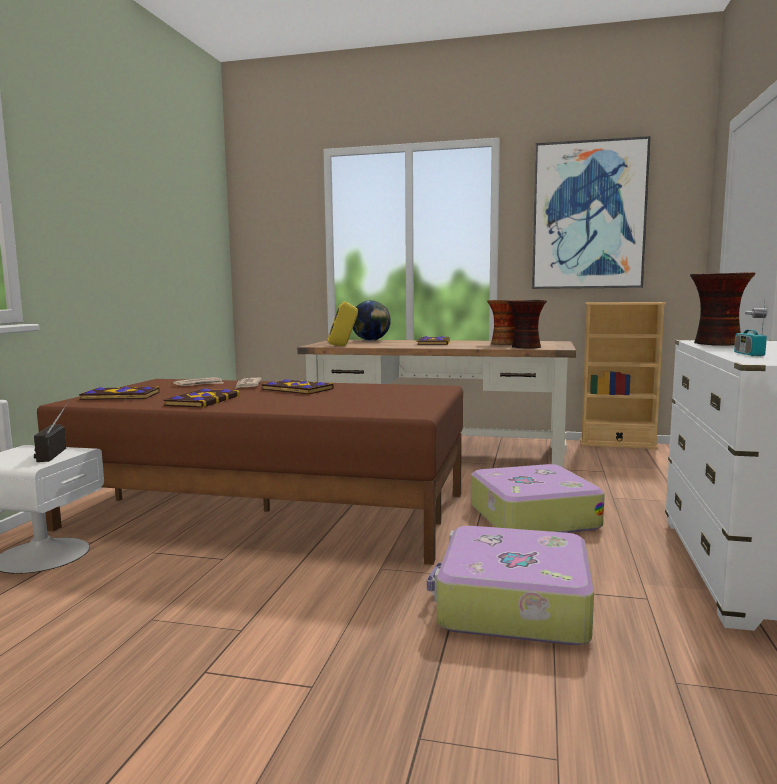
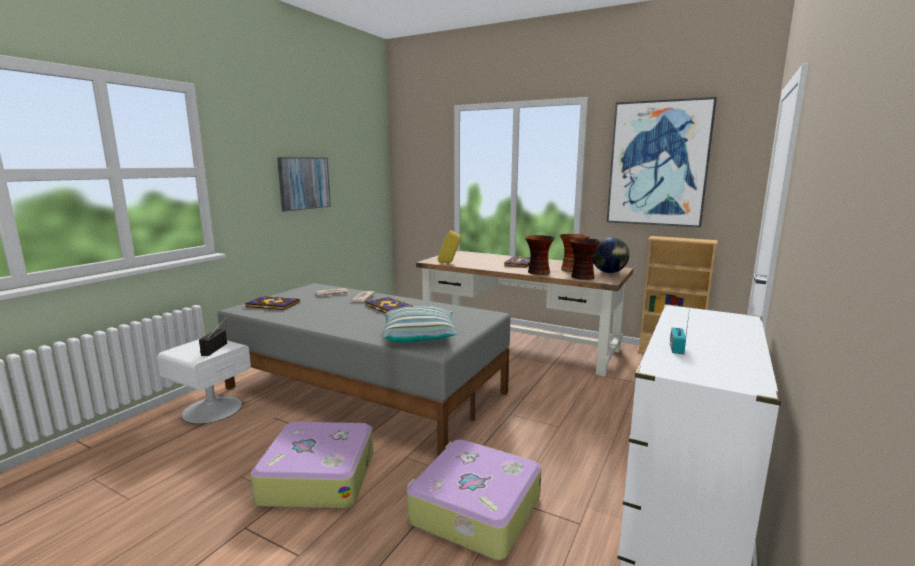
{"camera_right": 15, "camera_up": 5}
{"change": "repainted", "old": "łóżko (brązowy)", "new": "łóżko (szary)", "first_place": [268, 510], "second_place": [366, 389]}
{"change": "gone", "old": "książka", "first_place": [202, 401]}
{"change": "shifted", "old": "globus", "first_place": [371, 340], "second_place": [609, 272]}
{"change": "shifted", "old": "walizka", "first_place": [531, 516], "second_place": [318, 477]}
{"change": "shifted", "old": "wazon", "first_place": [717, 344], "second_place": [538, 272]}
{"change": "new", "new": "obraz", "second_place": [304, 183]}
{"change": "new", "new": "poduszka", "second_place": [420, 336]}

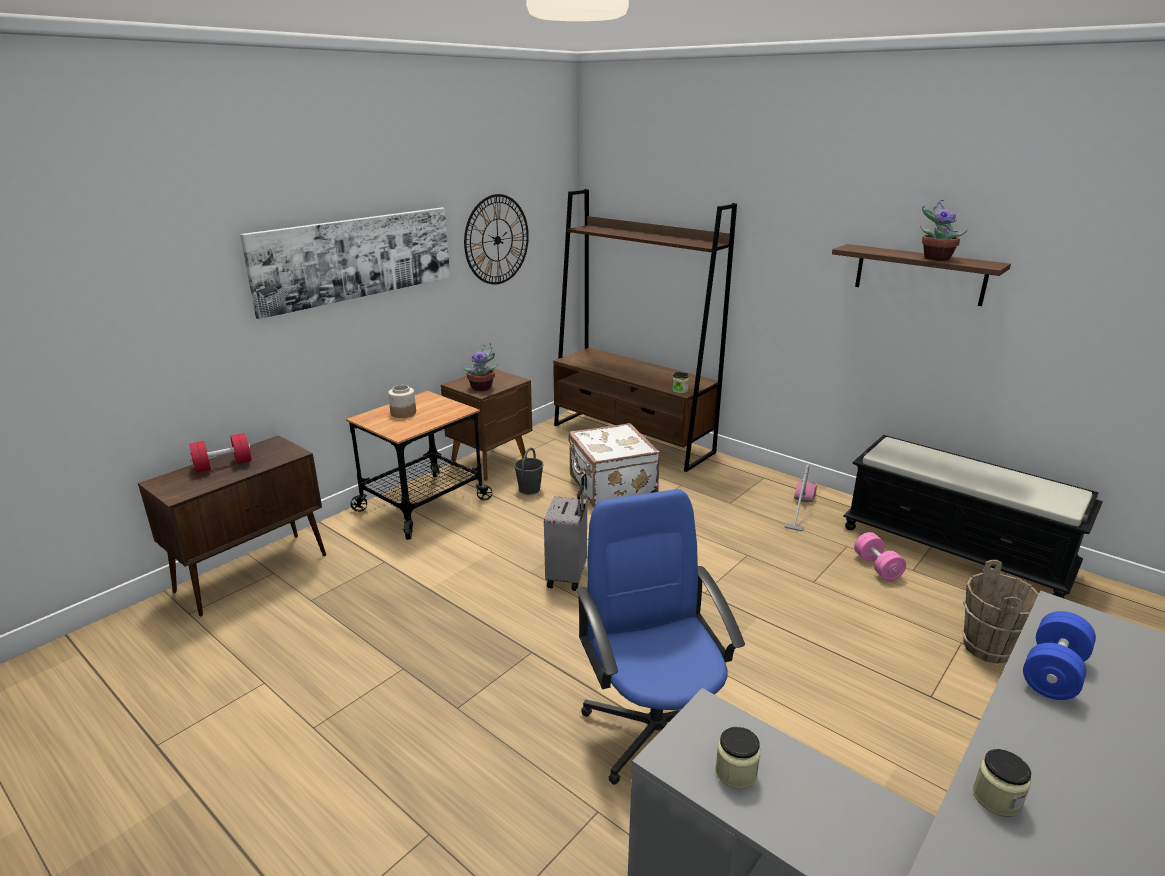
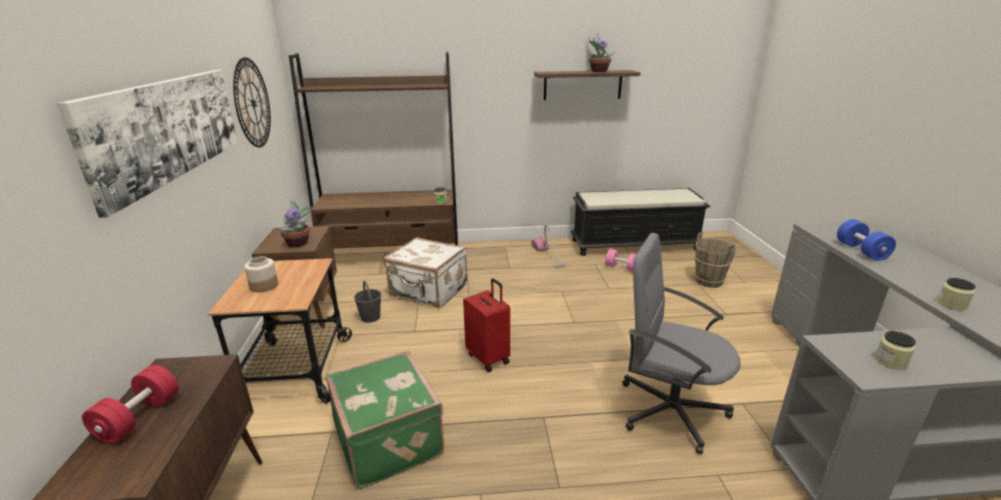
{"camera_right": -45, "camera_up": 0}
{"change": "repainted", "old": "walizka (szary)", "new": "walizka (czerwony)", "first_place": [568, 576], "second_place": [489, 358]}
{"change": "repainted", "old": "krzesło biurowe (niebieski)", "new": "krzesło biurowe (szary)", "first_place": [655, 730], "second_place": [669, 409]}
{"change": "new", "new": "walizka (zielony)", "second_place": [390, 439]}

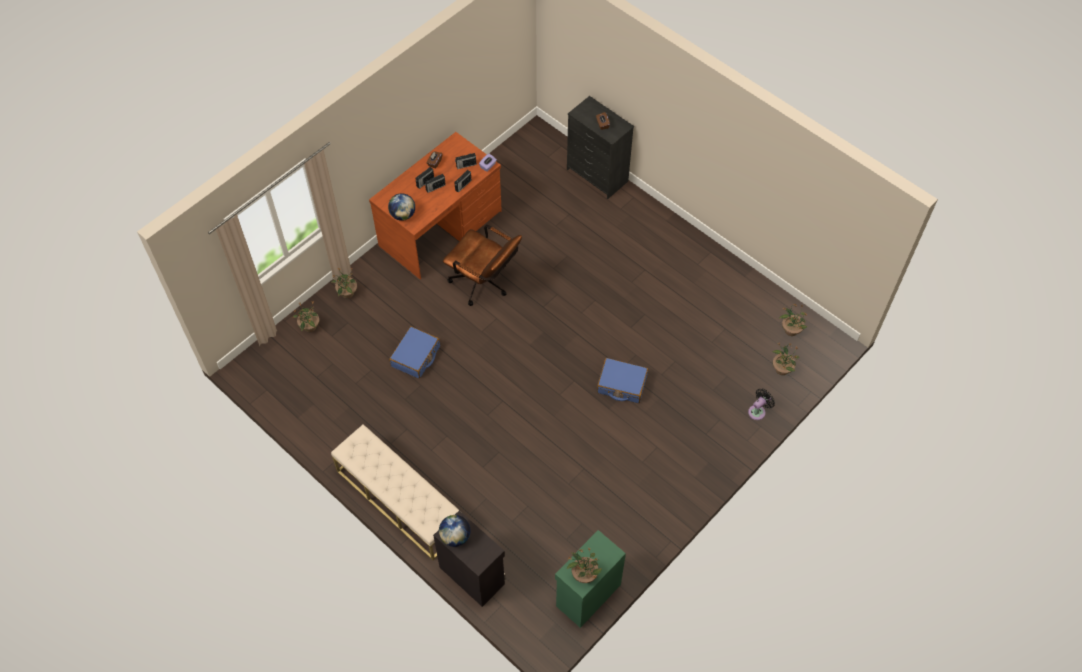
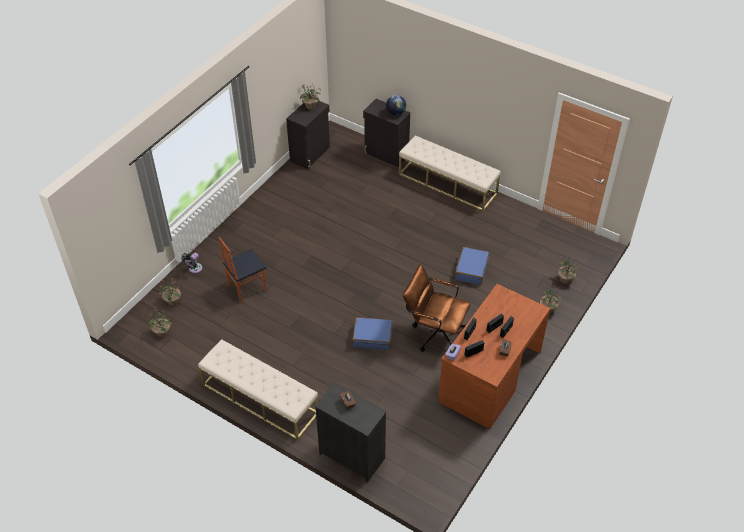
{"camera_right": 170, "camera_up": -10}
{"change": "gone", "old": "globus", "first_place": [403, 215]}
{"change": "repainted", "old": "szafka (zielony)", "new": "szafka (czarny)", "first_place": [587, 595], "second_place": [310, 154]}
{"change": "shifted", "old": "walizka (niebieski)", "first_place": [621, 384], "second_place": [372, 337]}
{"change": "new", "new": "ławka (beżowy)", "second_place": [260, 399]}
{"change": "new", "new": "krzesło", "second_place": [246, 288]}

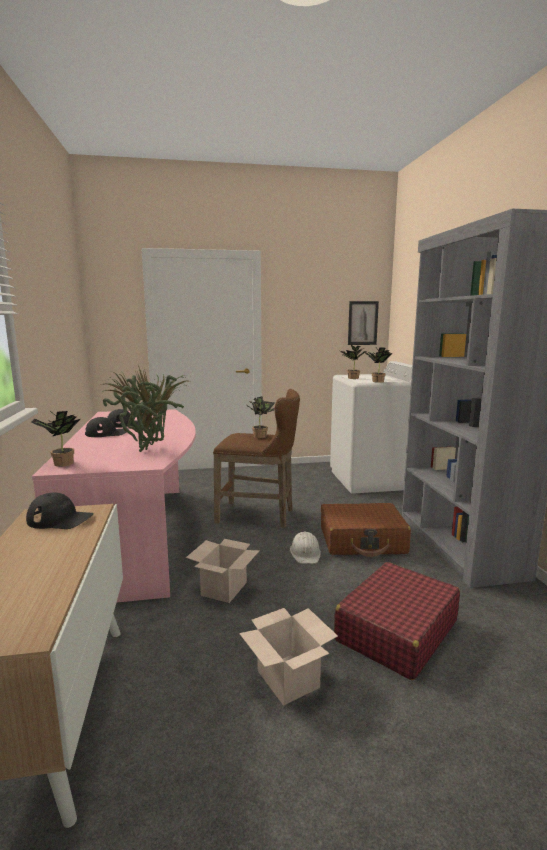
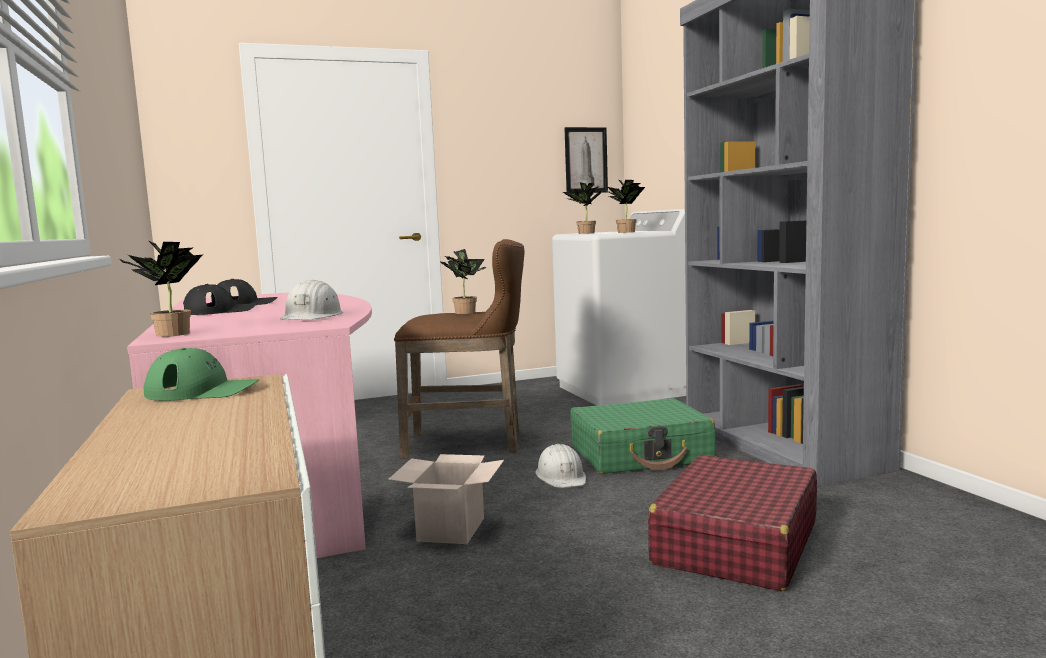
{"camera_right": -10, "camera_up": -5}
{"change": "repainted", "old": "czapka z daszkiem (czarny)", "new": "czapka z daszkiem (zielony)", "first_place": [60, 519], "second_place": [203, 391]}
{"change": "swapped", "old": "roślina doniczkowa", "new": "kask (biały)", "first_place": [151, 450], "second_place": [312, 316]}
{"change": "gone", "old": "karton", "first_place": [289, 679]}
{"change": "repainted", "old": "walizka (brązowy)", "new": "walizka (zielony)", "first_place": [362, 540], "second_place": [641, 455]}

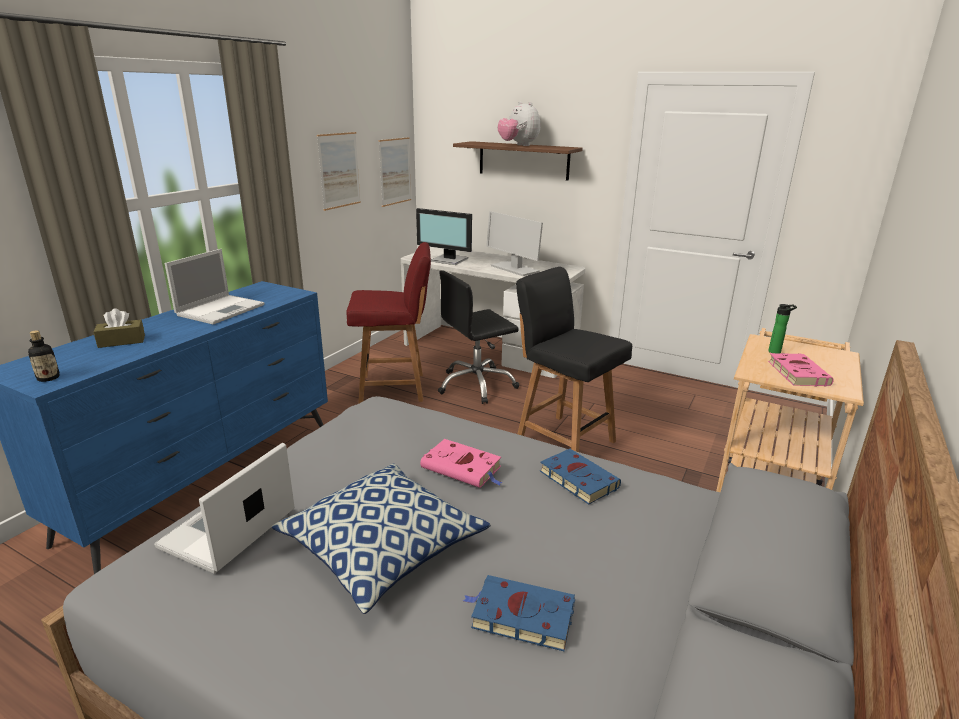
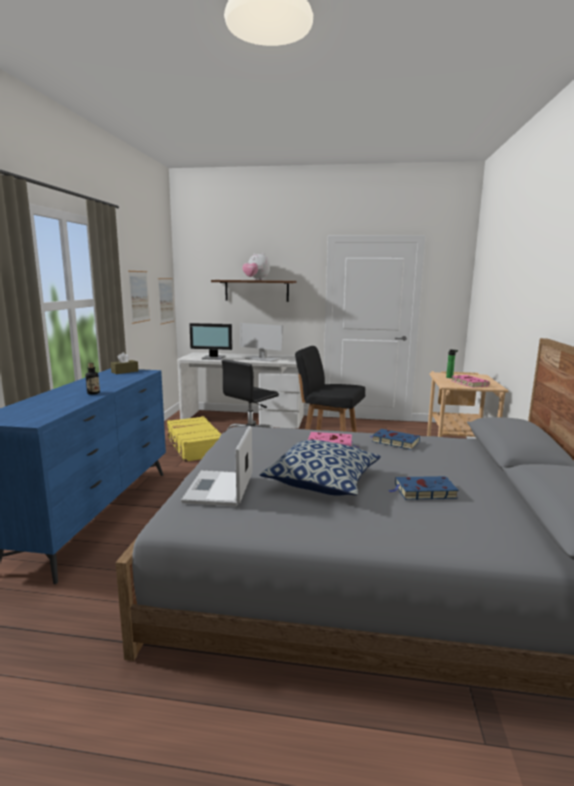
{"camera_right": -20, "camera_up": -10}
{"change": "shifted", "old": "butelka", "first_place": [48, 378], "second_place": [93, 393]}
{"change": "shifted", "old": "pudełko chusteczek (brązowy)", "first_place": [122, 341], "second_place": [125, 371]}
{"change": "gone", "old": "laptop", "first_place": [221, 309]}
{"change": "swapped", "old": "krzesło (czerwony)", "new": "walizka (żółty)", "first_place": [394, 388], "second_place": [194, 446]}

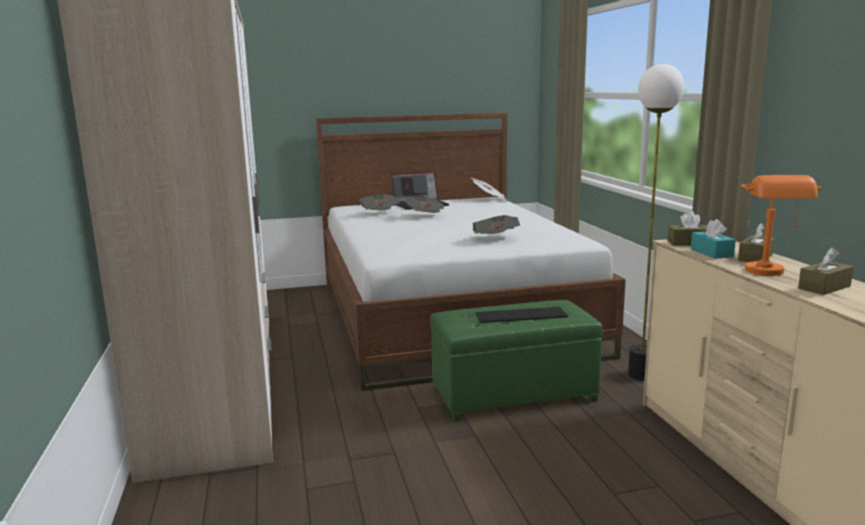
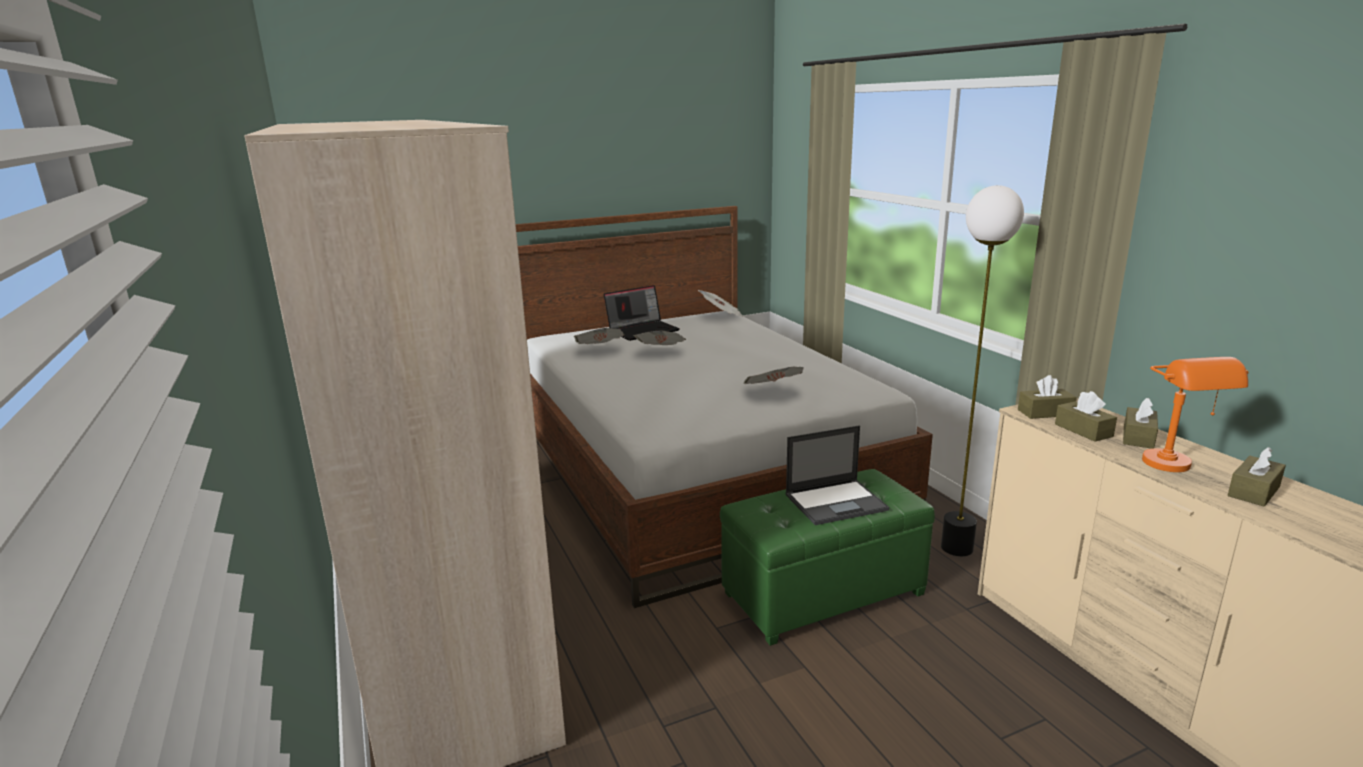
{"camera_right": -10, "camera_up": 5}
{"change": "swapped", "old": "klawiatura", "new": "laptop", "first_place": [521, 315], "second_place": [836, 502]}
{"change": "repainted", "old": "pudełko chusteczek (turkusowy)", "new": "pudełko chusteczek (brązowy)", "first_place": [711, 253], "second_place": [1083, 430]}

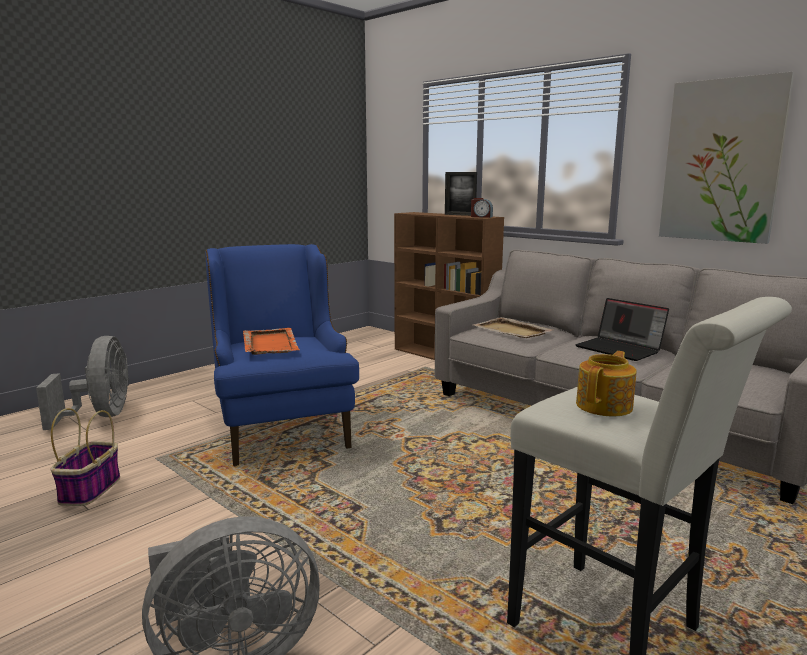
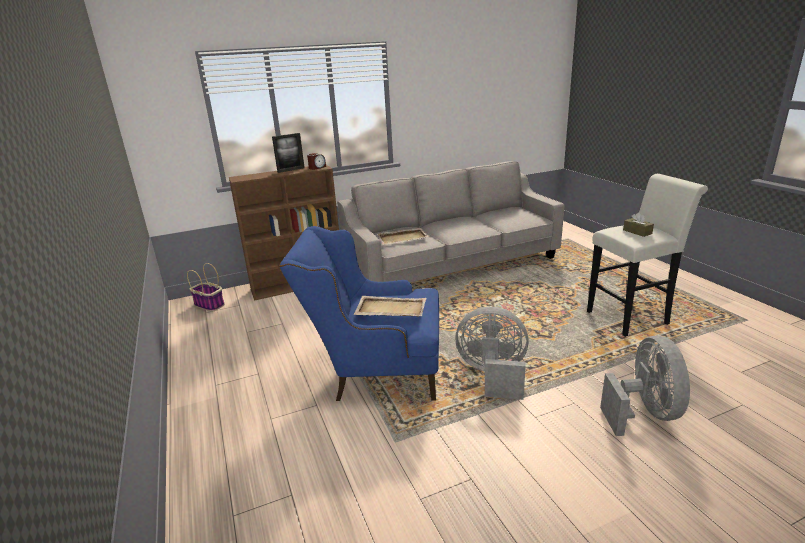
{"camera_right": -65, "camera_up": 10}
{"change": "shifted", "old": "wentylator (szary)", "first_place": [101, 416], "second_place": [492, 375]}
{"change": "shifted", "old": "koszyk", "first_place": [90, 490], "second_place": [210, 305]}
{"change": "repainted", "old": "taca (pomarańczowy)", "new": "taca (beżowy)", "first_place": [270, 343], "second_place": [390, 309]}
{"change": "gone", "old": "laptop", "first_place": [620, 349]}
{"change": "swapped", "old": "imbryk", "new": "pudełko chusteczek (brązowy)", "first_place": [605, 406], "second_place": [637, 232]}
{"change": "gone", "old": "obraz", "first_place": [721, 161]}

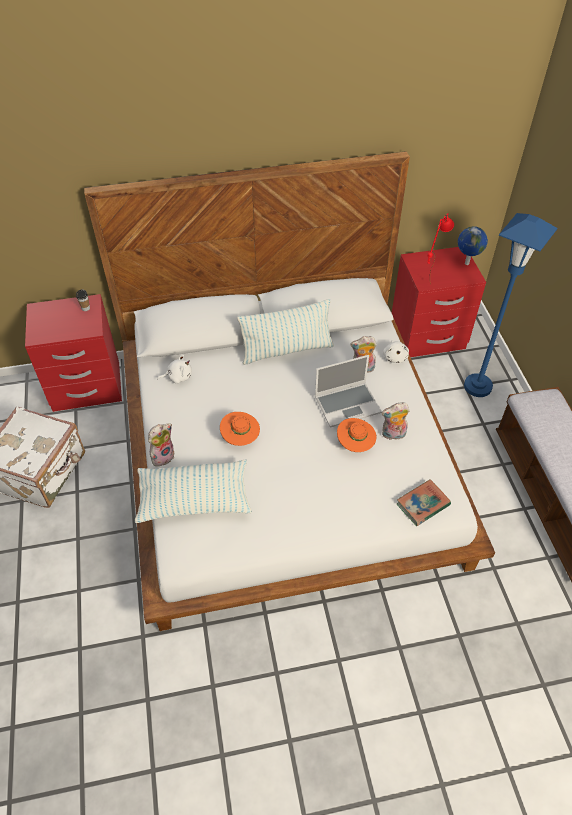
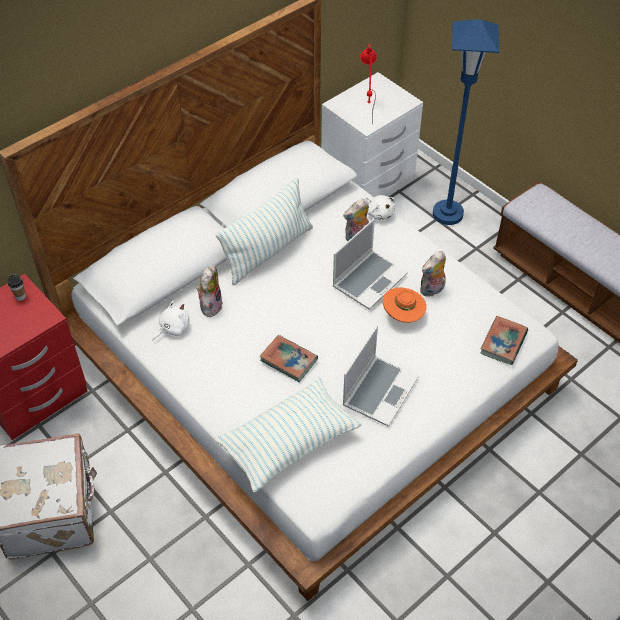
{"camera_right": -30, "camera_up": 0}
{"change": "shifted", "old": "pluszak", "first_place": [162, 456], "second_place": [210, 305]}
{"change": "swapped", "old": "kapelusz (pomarańczowy)", "new": "książka", "first_place": [240, 437], "second_place": [288, 360]}
{"change": "repainted", "old": "szafka nocna (czerwony)", "new": "szafka nocna (biały)", "first_place": [427, 337], "second_place": [368, 183]}
{"change": "gone", "old": "globus", "first_place": [466, 263]}
{"change": "new", "new": "laptop", "second_place": [379, 390]}

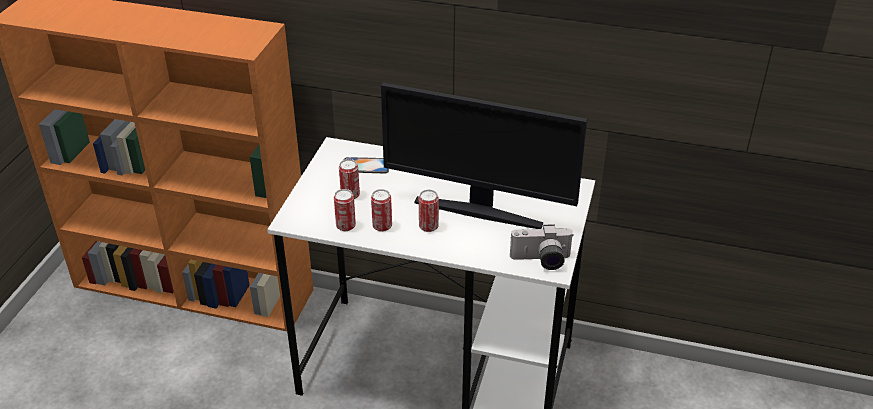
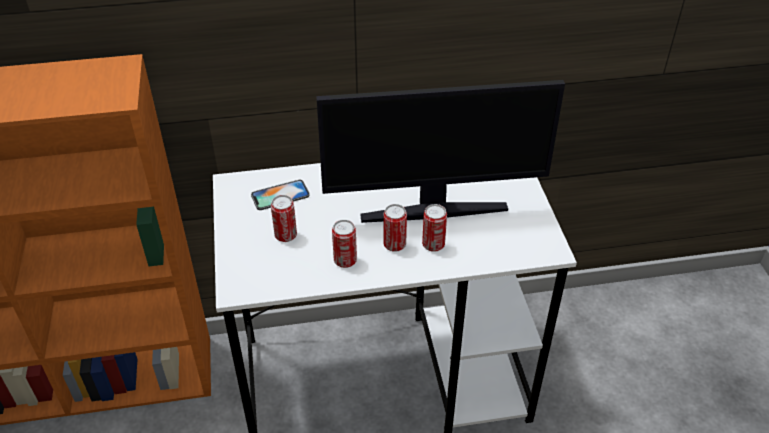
{"camera_right": -25, "camera_up": 5}
{"change": "shifted", "old": "puszka", "first_place": [345, 226], "second_place": [433, 245]}
{"change": "gone", "old": "aparat fotograficzny", "first_place": [541, 261]}

